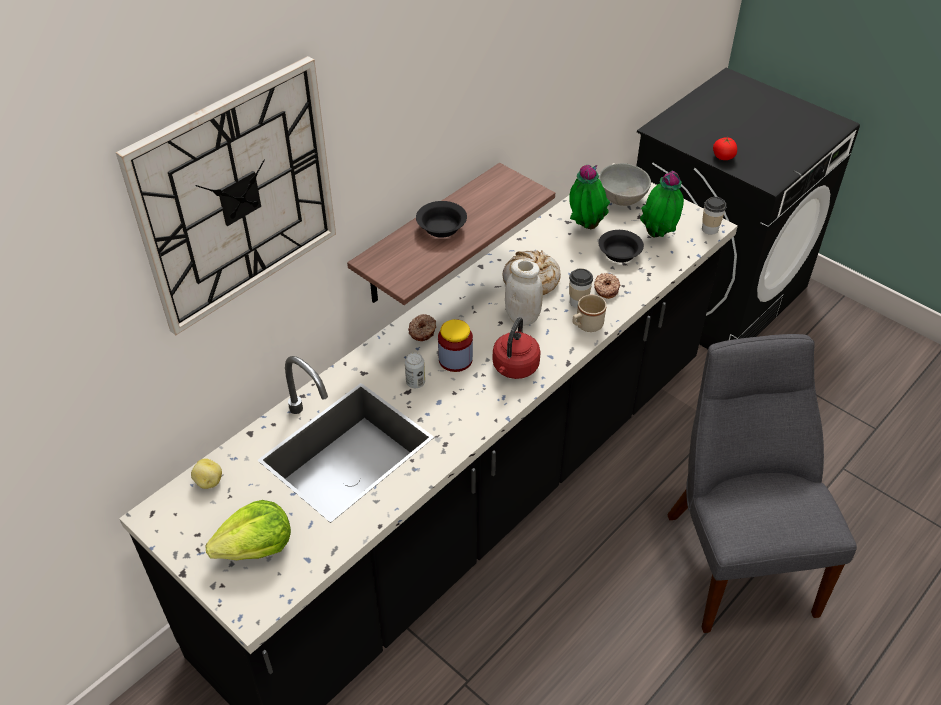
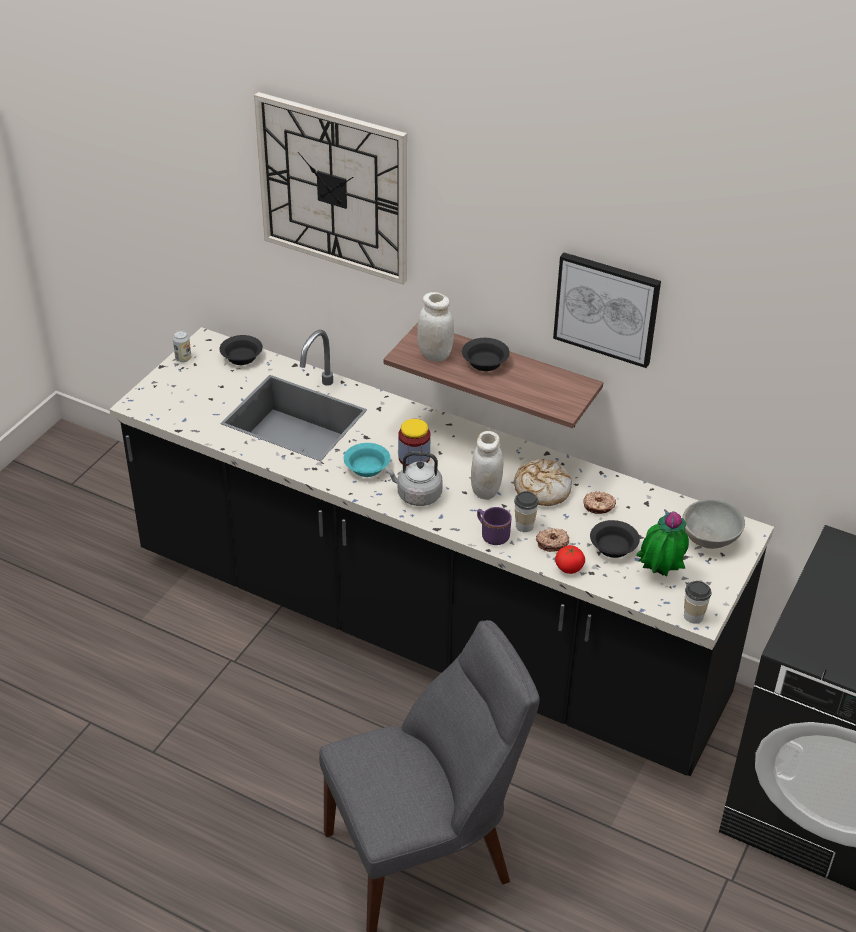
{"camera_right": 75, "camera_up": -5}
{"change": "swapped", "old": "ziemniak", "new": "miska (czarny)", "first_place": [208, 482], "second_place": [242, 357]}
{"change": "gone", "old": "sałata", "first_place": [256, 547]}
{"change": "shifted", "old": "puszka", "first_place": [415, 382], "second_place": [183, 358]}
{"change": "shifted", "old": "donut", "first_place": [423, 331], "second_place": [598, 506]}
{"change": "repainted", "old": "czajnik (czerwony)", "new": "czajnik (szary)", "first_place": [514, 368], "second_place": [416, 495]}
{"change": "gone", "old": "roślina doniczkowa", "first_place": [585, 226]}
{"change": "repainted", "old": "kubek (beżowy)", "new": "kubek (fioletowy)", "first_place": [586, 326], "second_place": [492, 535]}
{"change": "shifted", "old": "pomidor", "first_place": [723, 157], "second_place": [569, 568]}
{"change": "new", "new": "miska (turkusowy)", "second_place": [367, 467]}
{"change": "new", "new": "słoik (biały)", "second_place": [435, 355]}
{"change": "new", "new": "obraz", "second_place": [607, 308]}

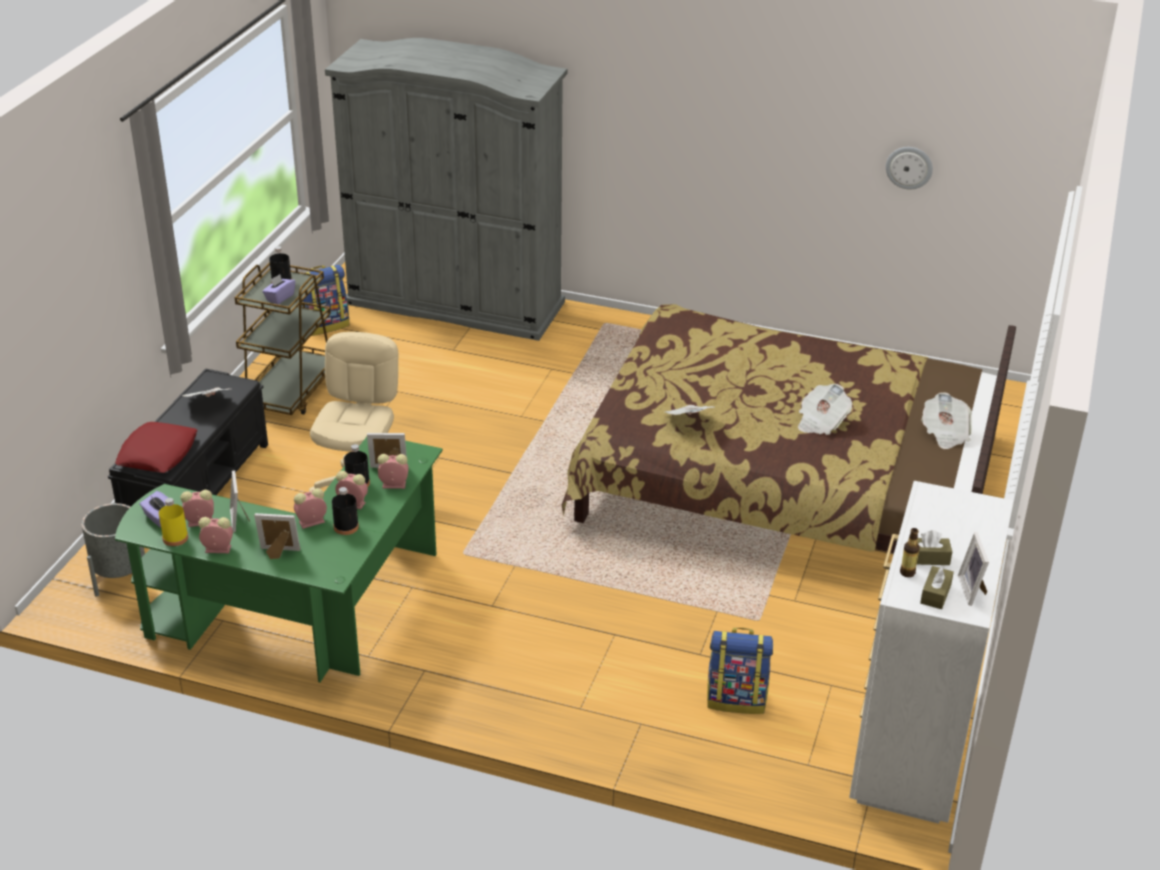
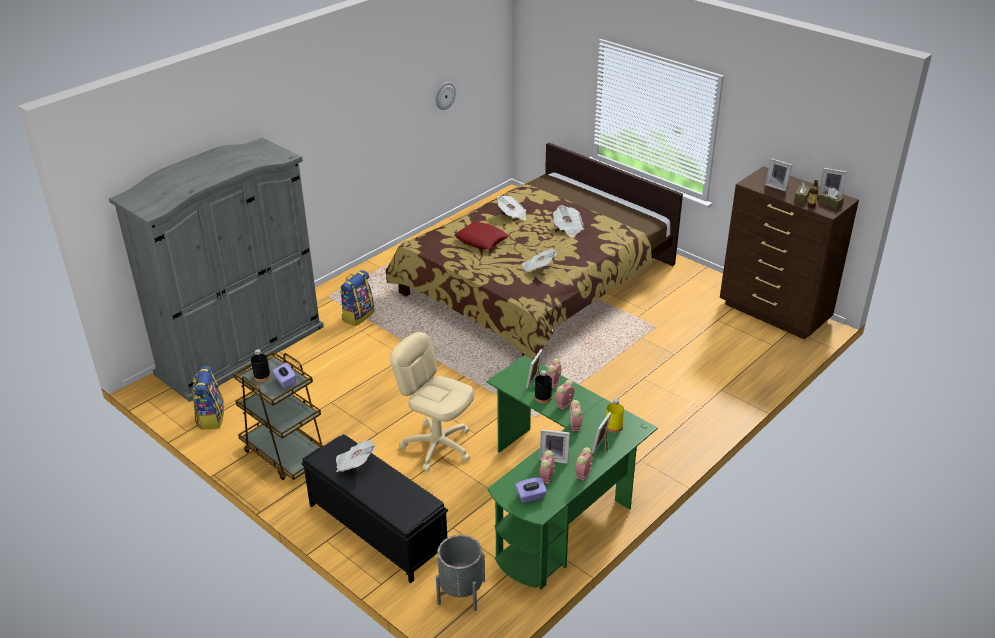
{"camera_right": -65, "camera_up": 0}
{"change": "shifted", "old": "poduszka (czerwony)", "first_place": [158, 454], "second_place": [481, 240]}
{"change": "shifted", "old": "butelka (żółty)", "first_place": [175, 538], "second_place": [613, 426]}
{"change": "gone", "old": "butelka (czarny)", "first_place": [346, 527]}
{"change": "shifted", "old": "plecak", "first_place": [737, 699], "second_place": [358, 316]}
{"change": "repainted", "old": "komoda (biały)", "new": "komoda (brązowy)", "first_place": [909, 752], "second_place": [774, 313]}
{"change": "shifted", "old": "gazeta", "first_place": [945, 433], "second_place": [512, 215]}
{"change": "new", "new": "ramka na zdjęcie", "second_place": [777, 186]}

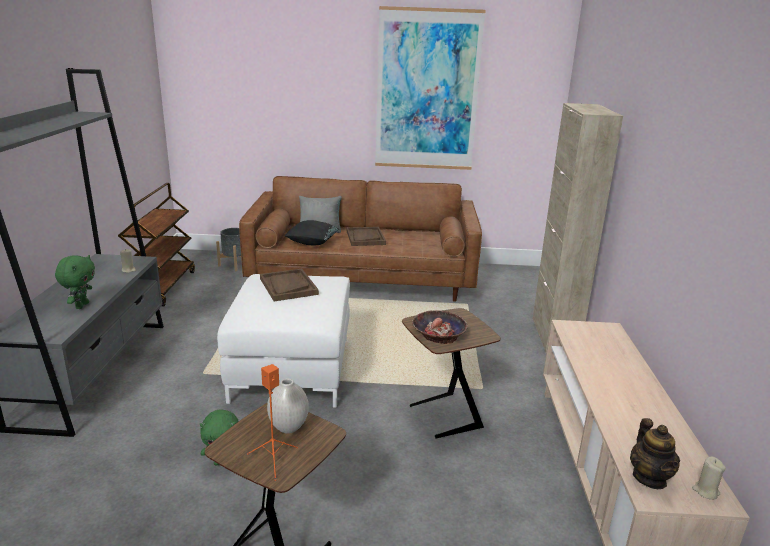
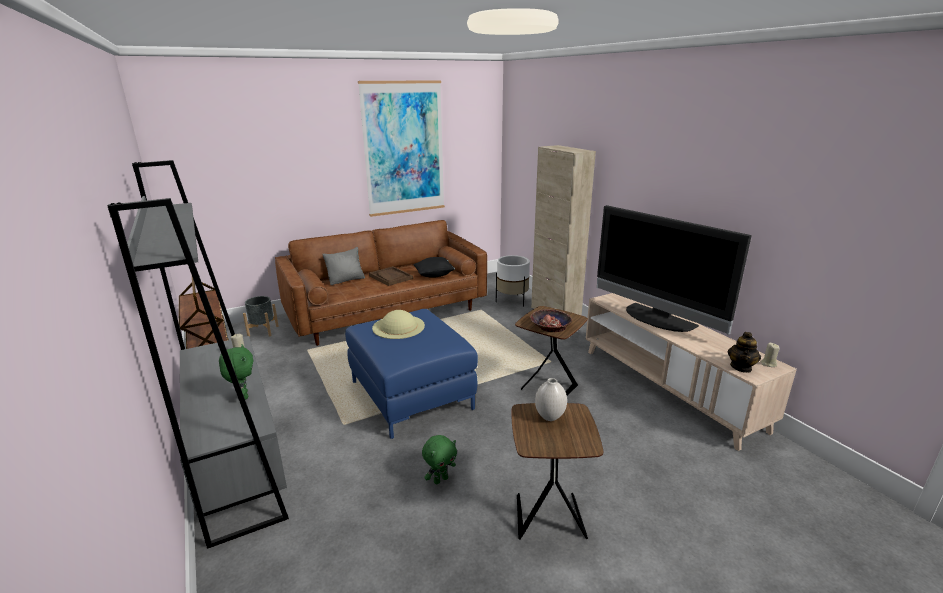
{"camera_right": -30, "camera_up": 0}
{"change": "repainted", "old": "pufa (biały)", "new": "pufa (niebieski)", "first_place": [291, 369], "second_place": [411, 395]}
{"change": "gone", "old": "głośnik (pomarańczowy)", "first_place": [274, 460]}
{"change": "swapped", "old": "taca (brązowy)", "new": "kapelusz (beżowy)", "first_place": [288, 286], "second_place": [398, 327]}
{"change": "shifted", "old": "poduszka (czarny)", "first_place": [312, 243], "second_place": [434, 275]}
{"change": "rotated", "old": "imbryk", "first_place": [649, 478], "second_place": [741, 367], "degrees": 60}
{"change": "new", "new": "donica (biały)", "second_place": [512, 301]}
{"change": "new", "new": "telewizor", "second_place": [656, 319]}

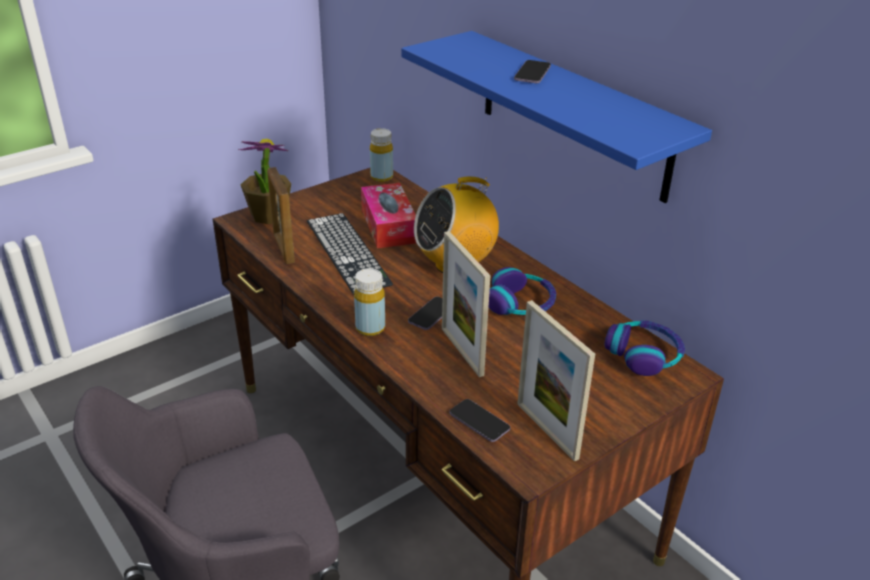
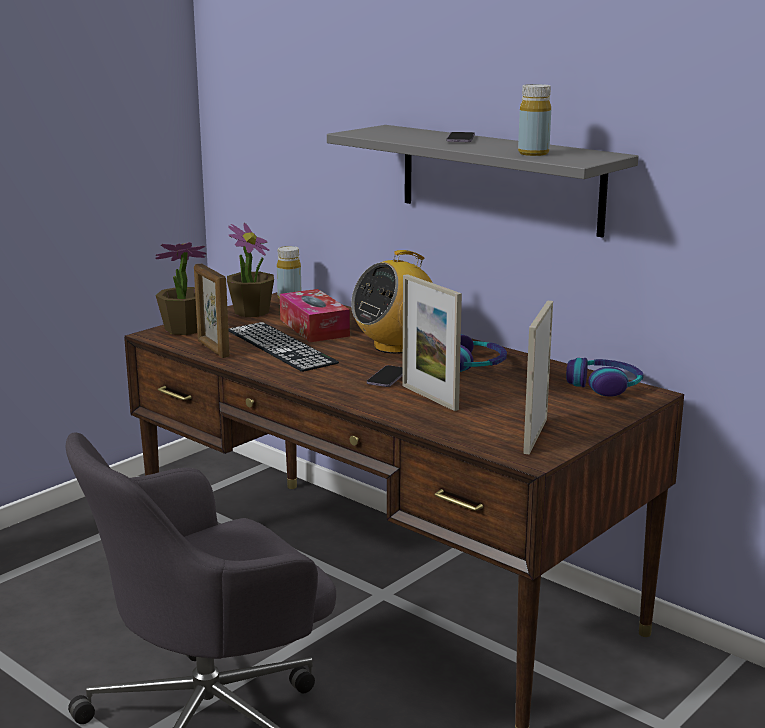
{"camera_right": -10, "camera_up": -15}
{"change": "shifted", "old": "butelka (żółty)", "first_place": [370, 328], "second_place": [533, 153]}
{"change": "repainted", "old": "półka (niebieski)", "new": "półka (szary)", "first_place": [573, 114], "second_place": [499, 179]}
{"change": "gone", "old": "telefon", "first_place": [479, 422]}
{"change": "rotated", "old": "ramka na zdjęcie", "first_place": [547, 430], "second_place": [535, 436], "degrees": 60}
{"change": "new", "new": "roślina doniczkowa", "second_place": [251, 312]}

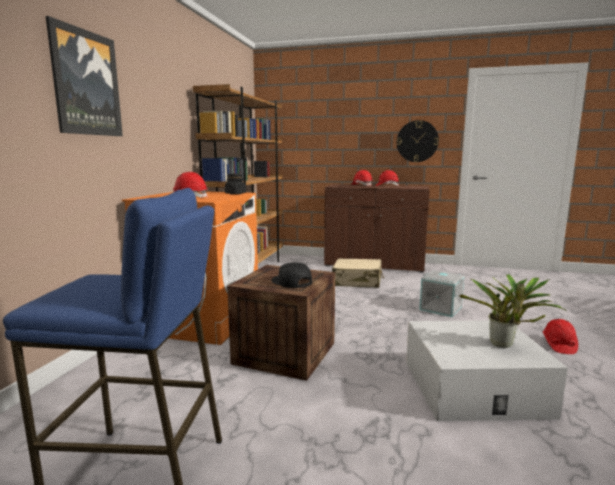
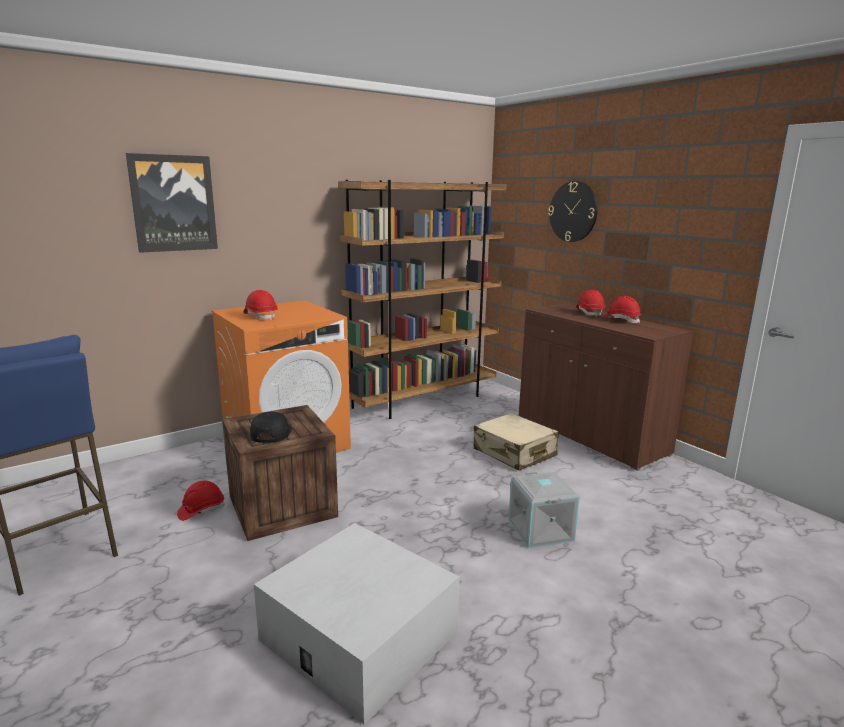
{"camera_right": 40, "camera_up": 5}
{"change": "gone", "old": "słoik (czarny)", "first_place": [235, 194]}
{"change": "shifted", "old": "zegar ścienny", "first_place": [417, 141], "second_place": [573, 211]}
{"change": "gone", "old": "roślina doniczkowa", "first_place": [504, 345]}
{"change": "shifted", "old": "kask (czerwony)", "first_place": [558, 345], "second_place": [201, 510]}

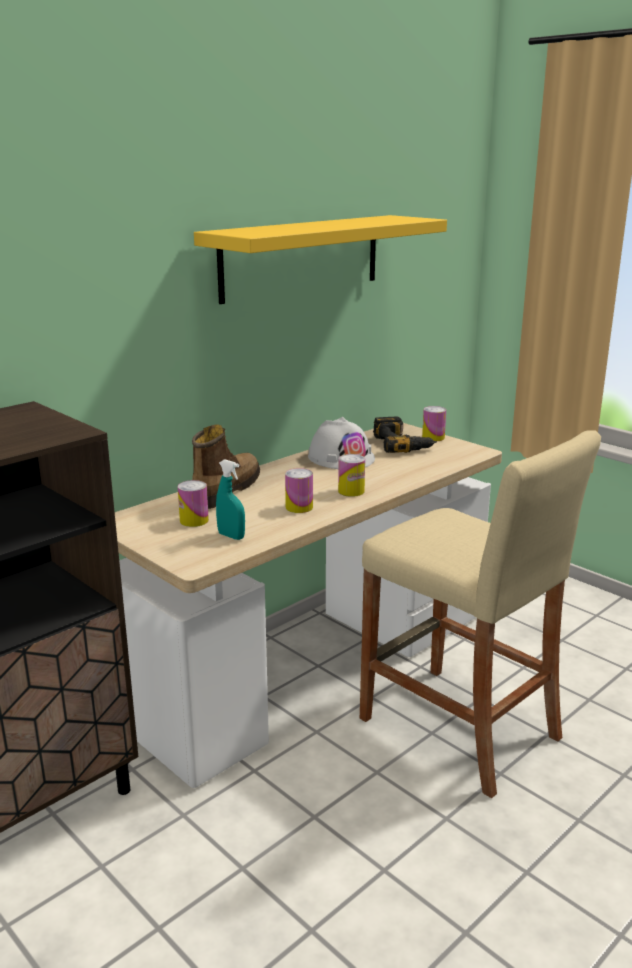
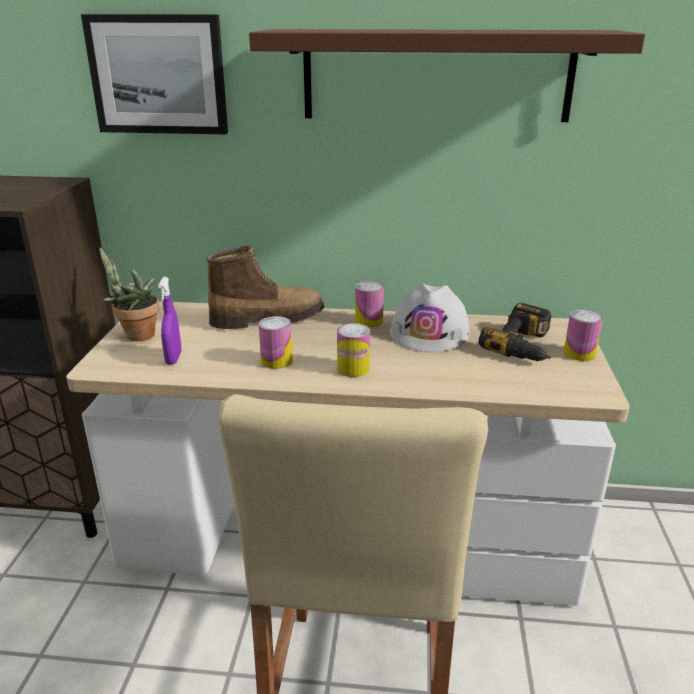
{"camera_right": 50, "camera_up": 5}
{"change": "shifted", "old": "puszka", "first_place": [194, 520], "second_place": [369, 321]}
{"change": "repainted", "old": "półka (żółty)", "new": "półka (brązowy)", "first_place": [301, 257], "second_place": [436, 76]}
{"change": "repainted", "old": "spryskiwacz (turkusowy)", "new": "spryskiwacz (fioletowy)", "first_place": [231, 536], "second_place": [173, 358]}
{"change": "new", "new": "obraz", "second_place": [158, 75]}
{"change": "new", "new": "roślina doniczkowa", "second_place": [136, 335]}

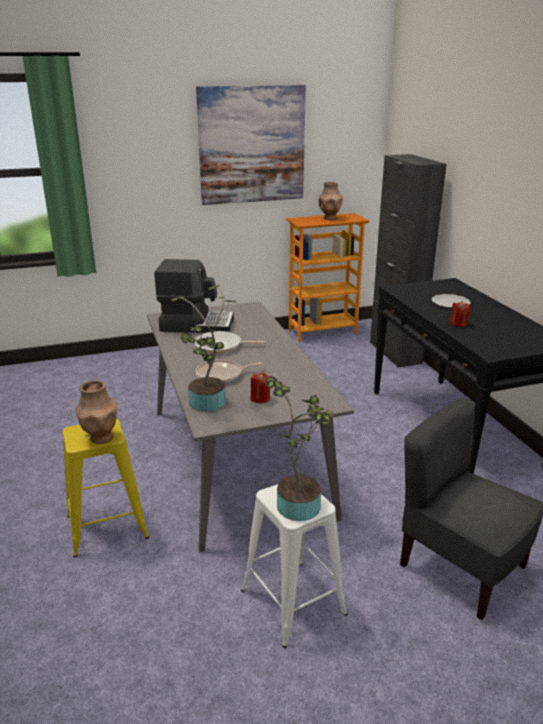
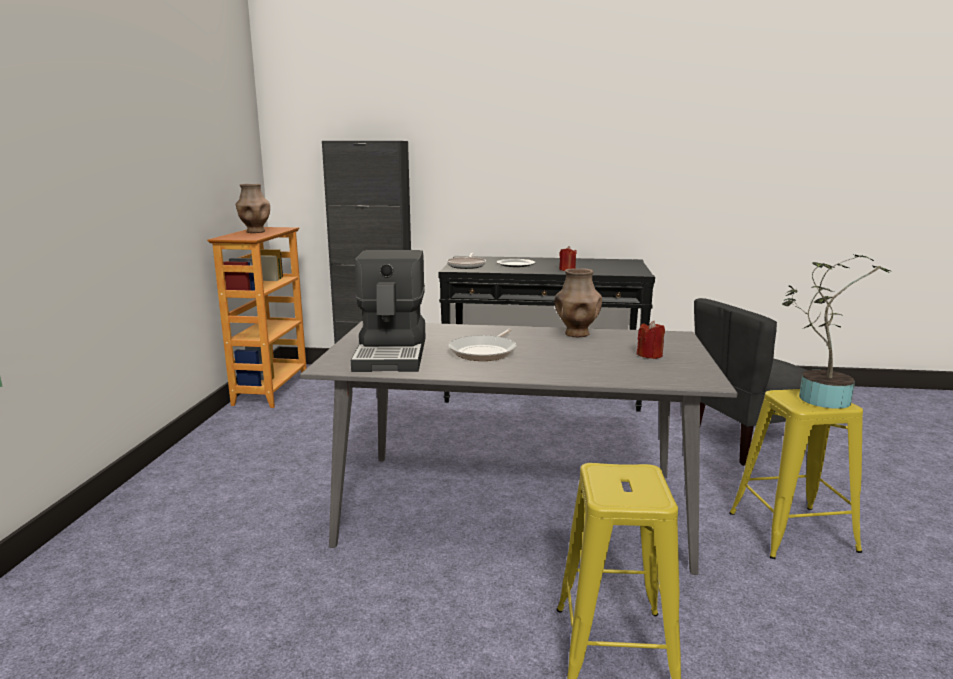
{"camera_right": -65, "camera_up": -10}
{"change": "shifted", "old": "wazon (brązowy)", "first_place": [101, 438], "second_place": [576, 334]}
{"change": "rotated", "old": "ekspres do kawy", "first_place": [196, 324], "second_place": [393, 354], "degrees": 150}
{"change": "gone", "old": "roślina doniczkowa", "first_place": [207, 404]}
{"change": "gone", "old": "obraz", "first_place": [252, 145]}
{"change": "shifted", "old": "patelnia", "first_place": [221, 375], "second_place": [467, 266]}
{"change": "repainted", "old": "stołek (biały)", "new": "stołek (żółty)", "first_place": [293, 602], "second_place": [792, 532]}

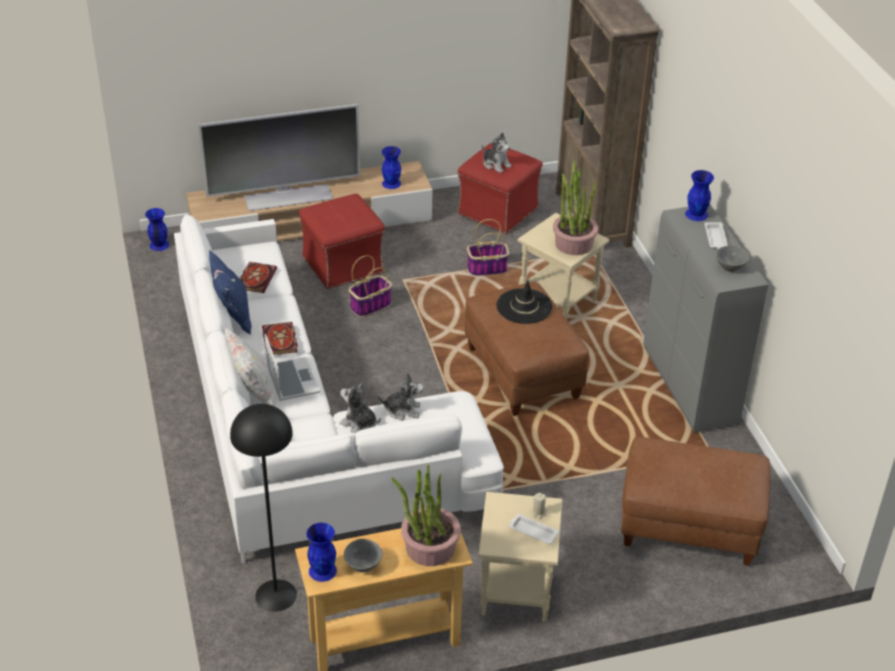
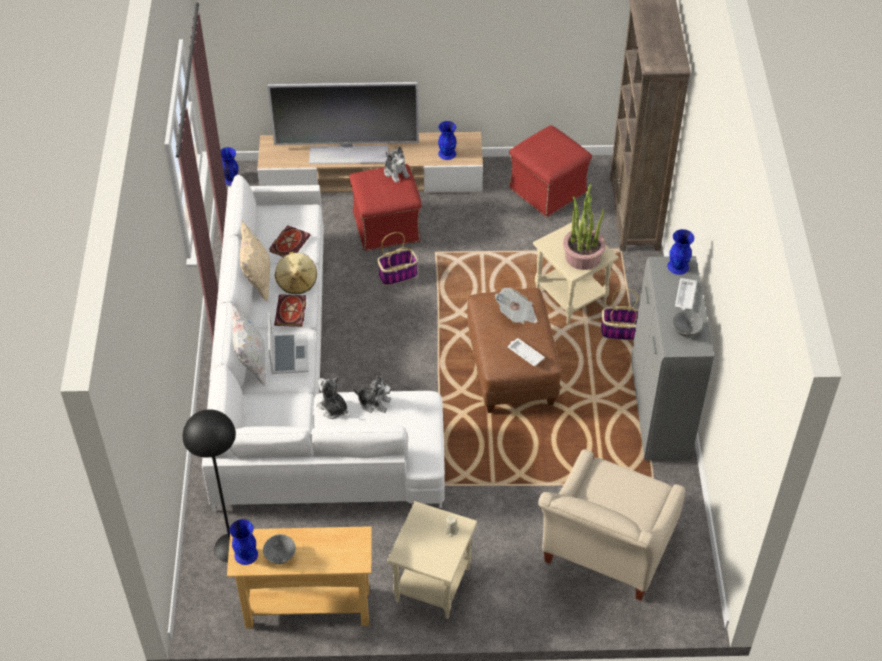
{"camera_right": 15, "camera_up": 10}
{"change": "repainted", "old": "poduszka (niebieski)", "new": "poduszka (beżowy)", "first_place": [232, 318], "second_place": [257, 281]}
{"change": "gone", "old": "roślina doniczkowa", "first_place": [429, 547]}
{"change": "shifted", "old": "koszyk", "first_place": [486, 269], "second_place": [619, 331]}
{"change": "shifted", "old": "pluszak", "first_place": [496, 164], "second_place": [396, 172]}
{"change": "swapped", "old": "kapelusz (czarny)", "new": "gazeta", "first_place": [524, 306], "second_place": [516, 314]}
{"change": "shifted", "old": "taca (biały)", "first_place": [532, 531], "second_place": [525, 353]}
{"change": "swapped", "old": "pufa (brązowy)", "new": "fotel (beżowy)", "first_place": [688, 527], "second_place": [604, 554]}
{"change": "new", "new": "kapelusz (beżowy)", "second_place": [297, 282]}

